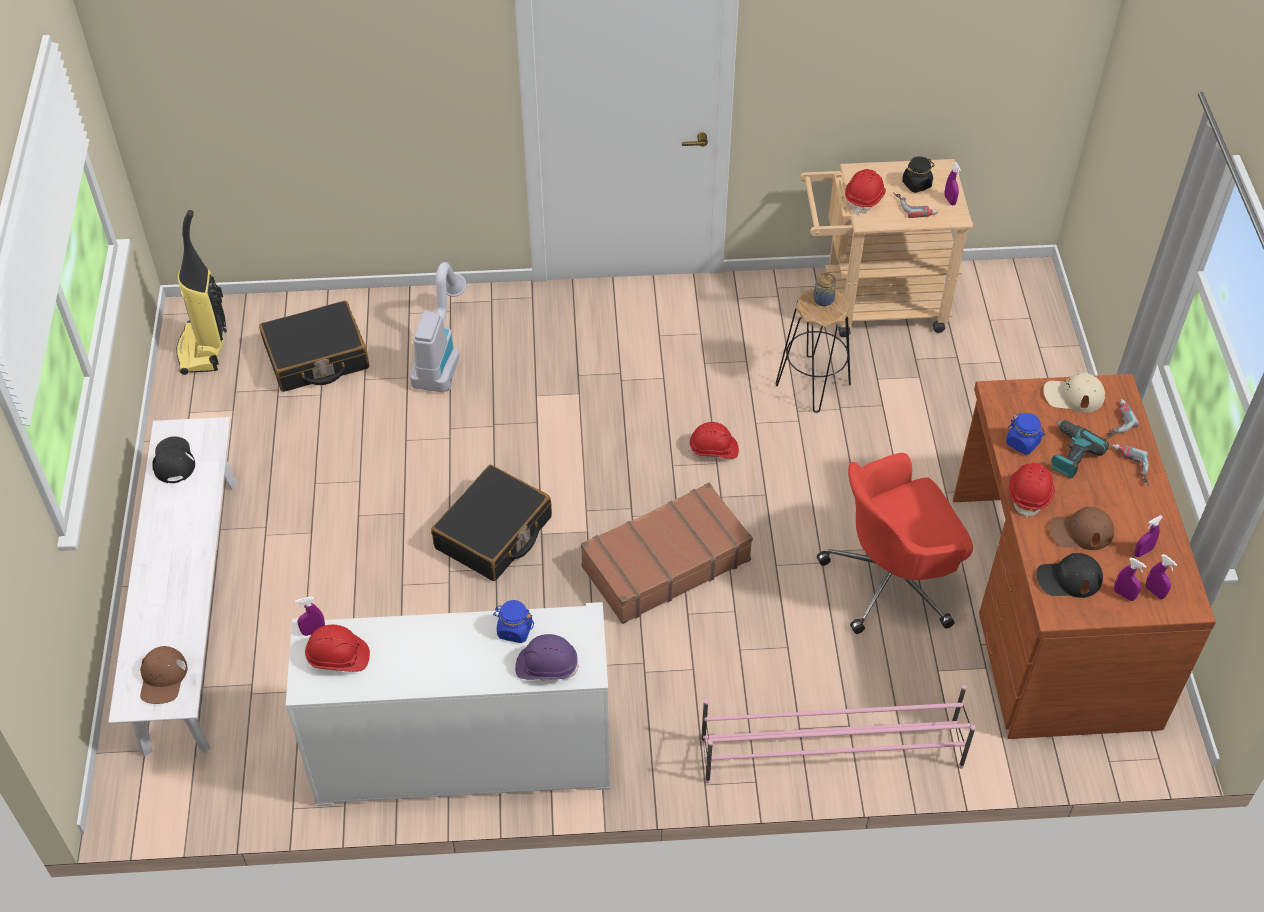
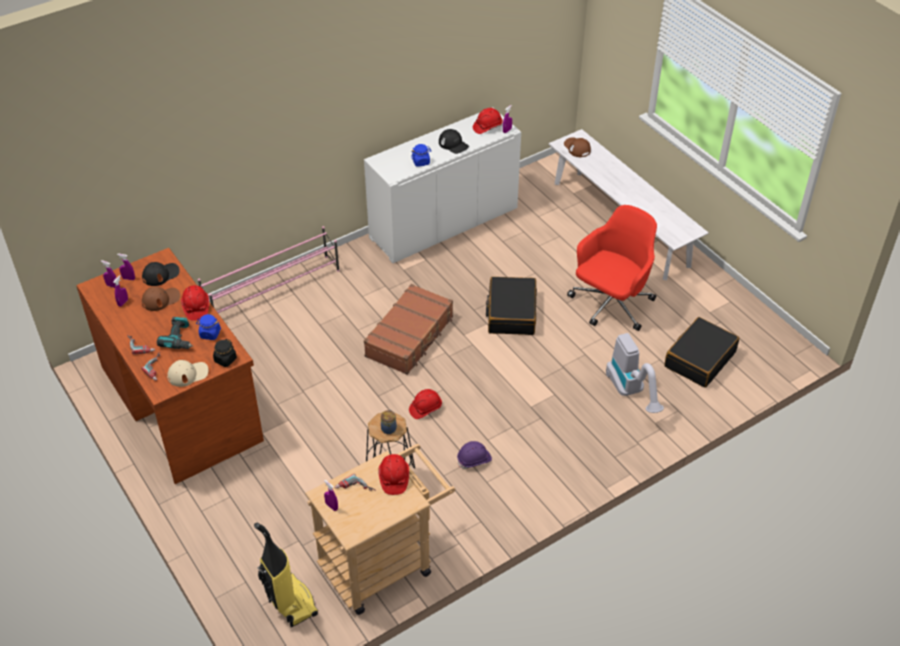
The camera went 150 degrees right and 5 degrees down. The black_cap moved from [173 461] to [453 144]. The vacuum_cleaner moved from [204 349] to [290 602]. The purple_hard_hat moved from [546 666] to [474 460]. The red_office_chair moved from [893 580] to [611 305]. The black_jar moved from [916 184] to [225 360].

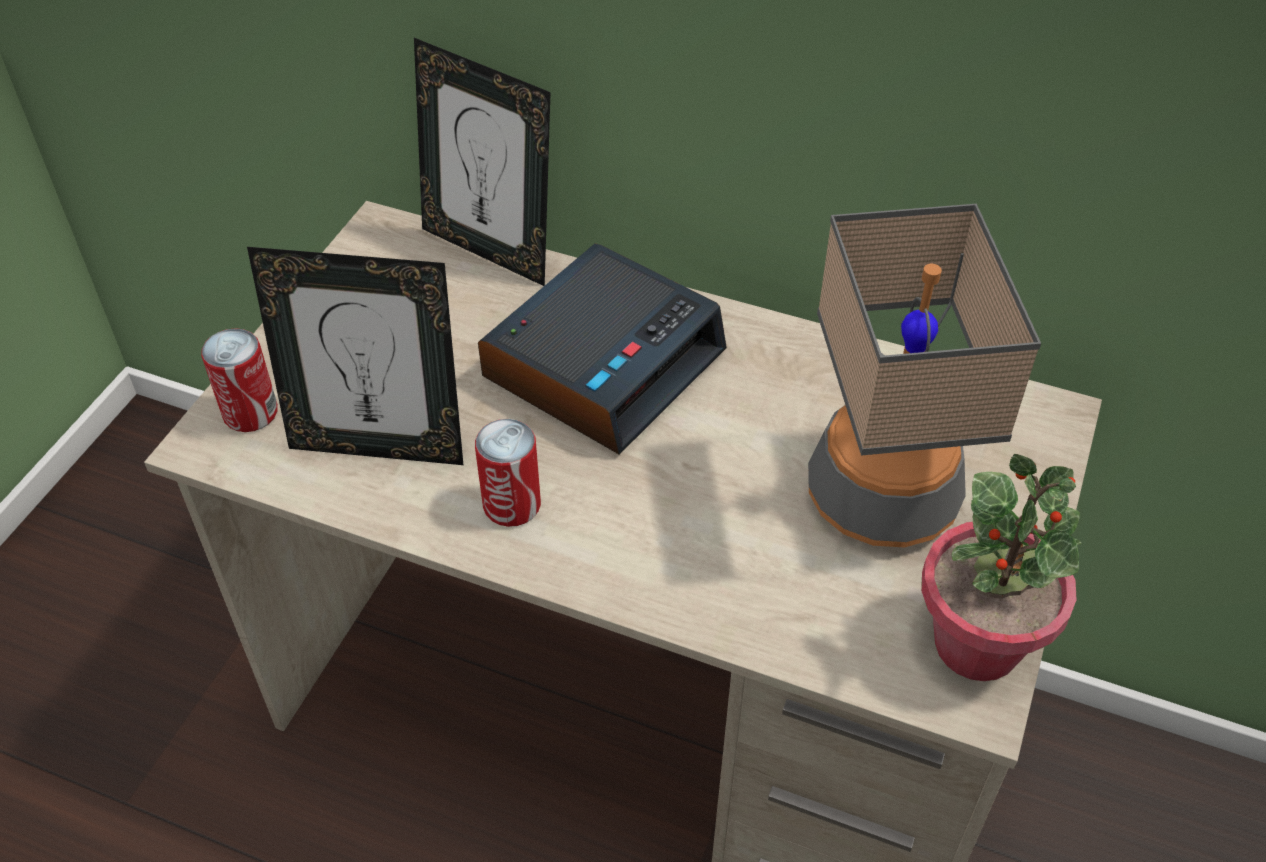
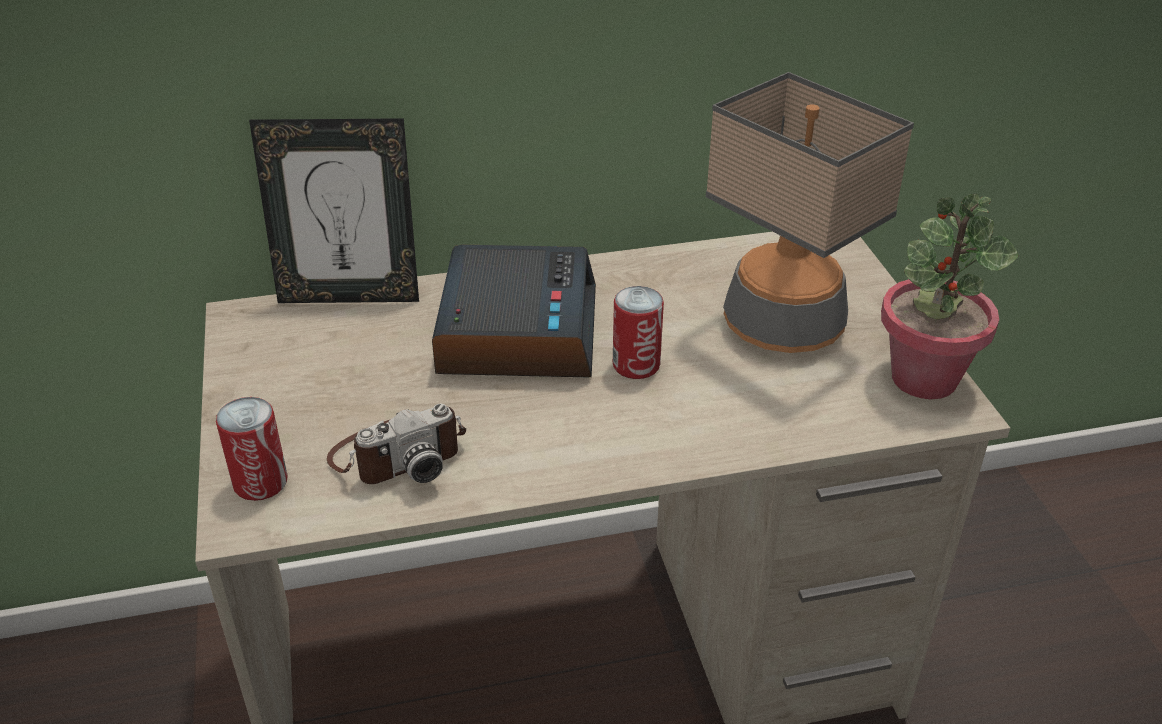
The camera went 35 degrees left and 10 degrees down. The picture_frame at [379 445] was replaced by the photo_camera at [398 454]. The can moved from [512 505] to [636 365].

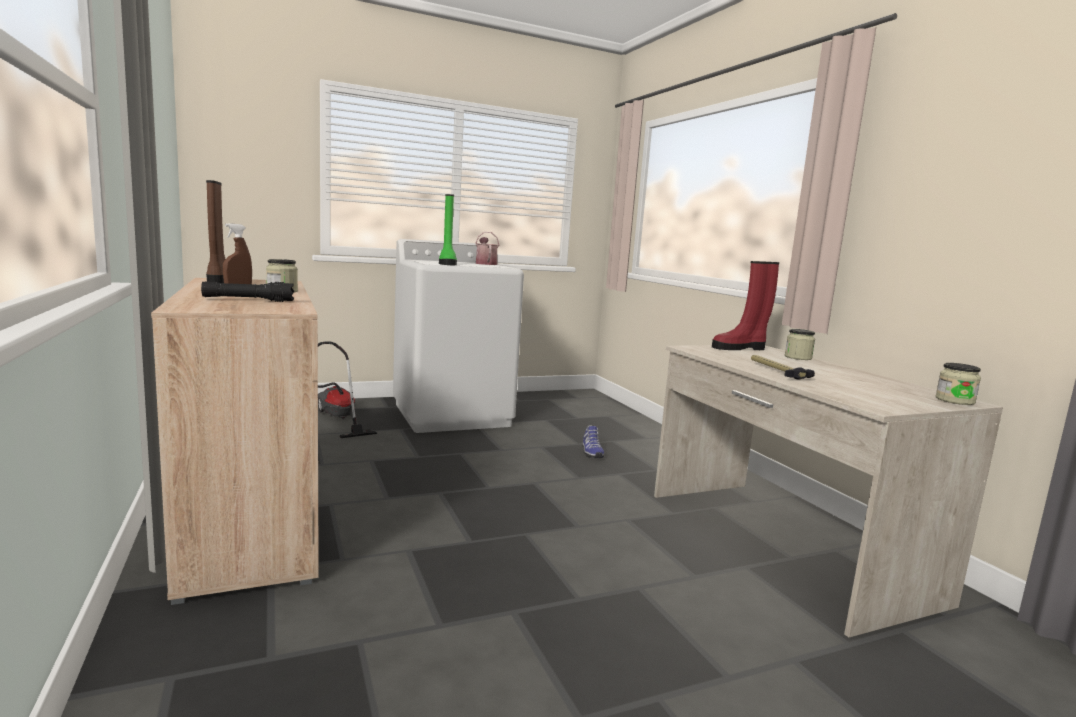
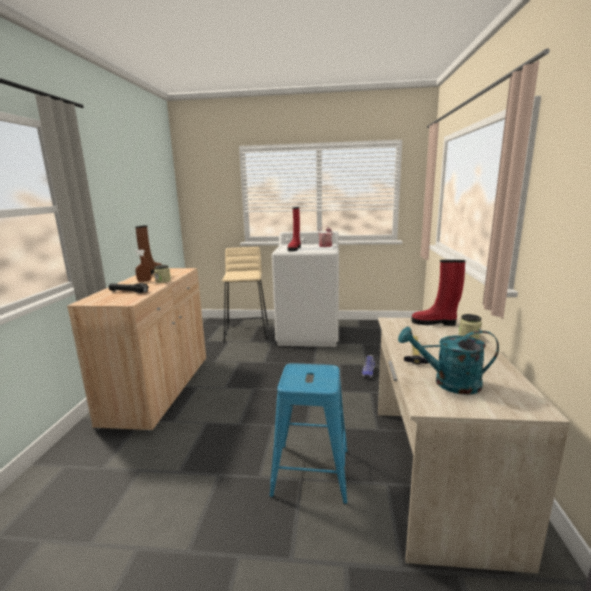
The camera went 30 degrees right and 5 degrees up. The vacuum_cleaner at [337 419] was replaced by the beige_stool at [247 332]. The green_boot at [447 263] became the red_boot at [294 249]. The jar at [955 400] disappeared. The blue_stool at [311 472] appeared. The turquoise_watering_can at [448 383] appeared.

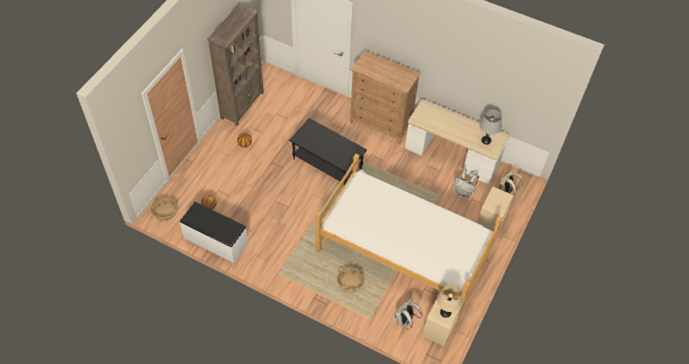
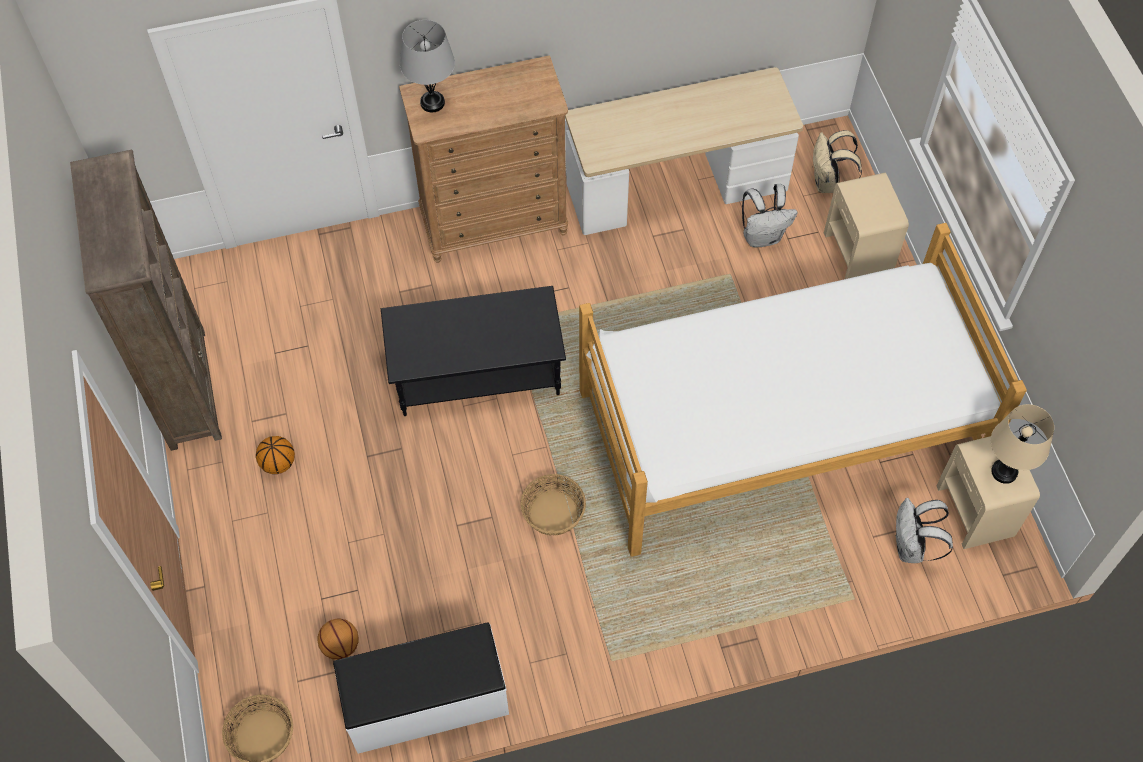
The camera went 40 degrees left and 5 degrees up. The basket moved from [350 283] to [553 512]. The grey_table_lamp moved from [486 140] to [432 103].

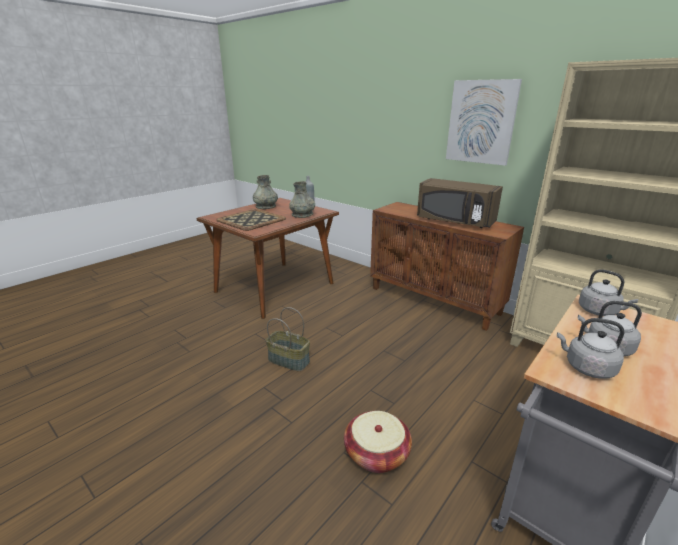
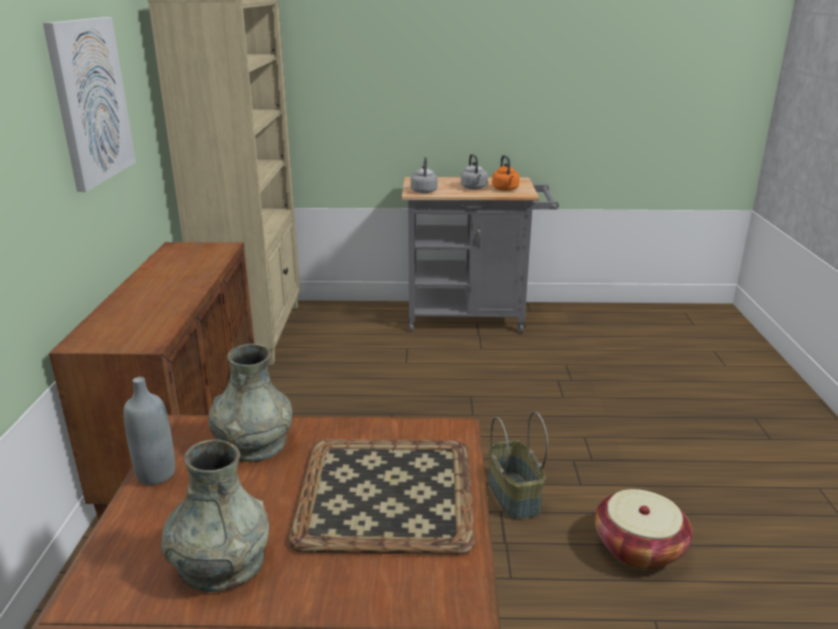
The camera went 130 degrees left and 0 degrees up. The basket moved from [376 453] to [639 548]. The brown_microwave at [454 221] disappeared. The grey_kettle at [586 368] became the orange_kettle at [505 189].

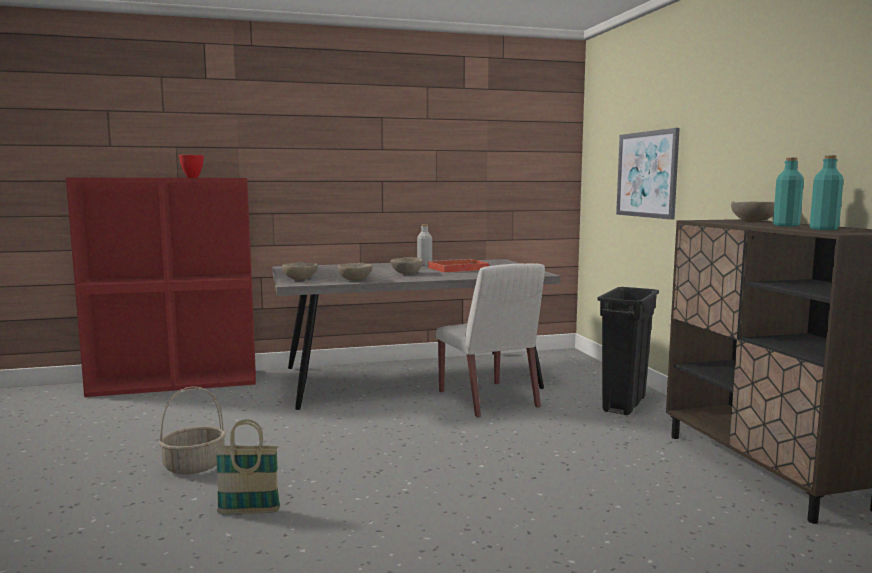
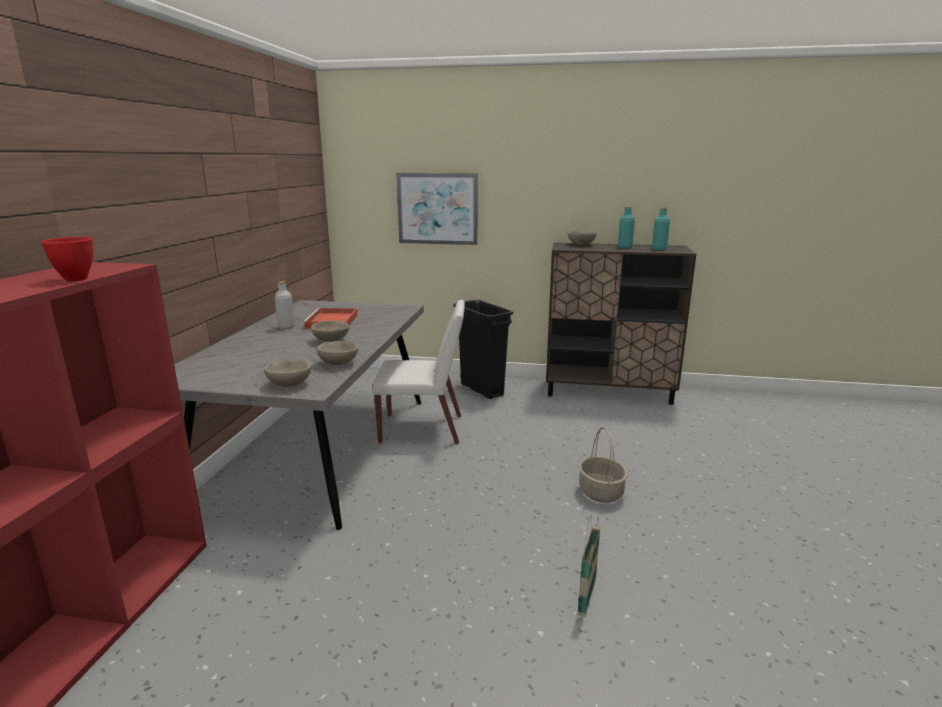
The camera went 65 degrees left and 10 degrees up. The basket moved from [195 465] to [600 492].

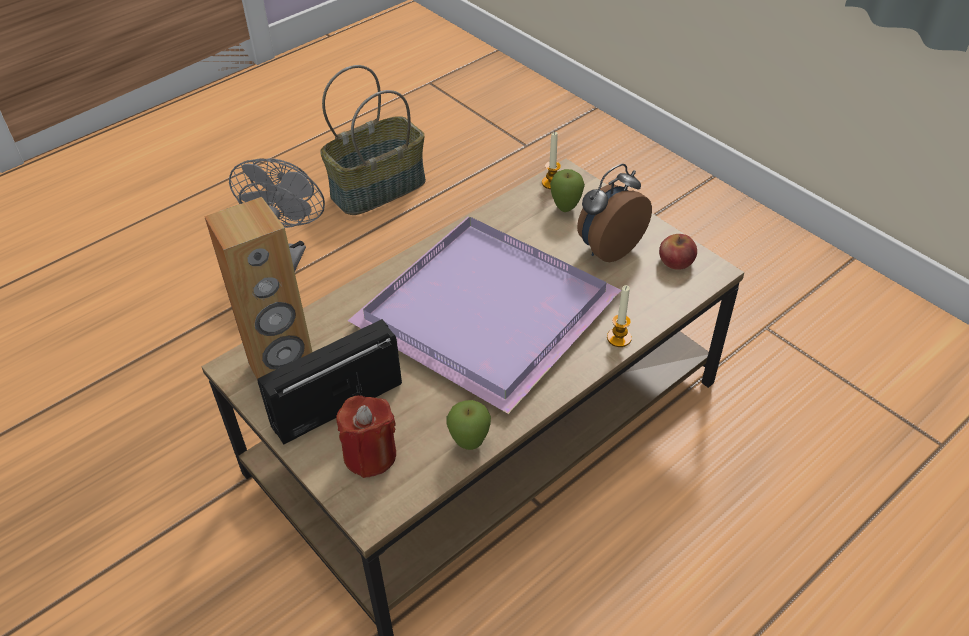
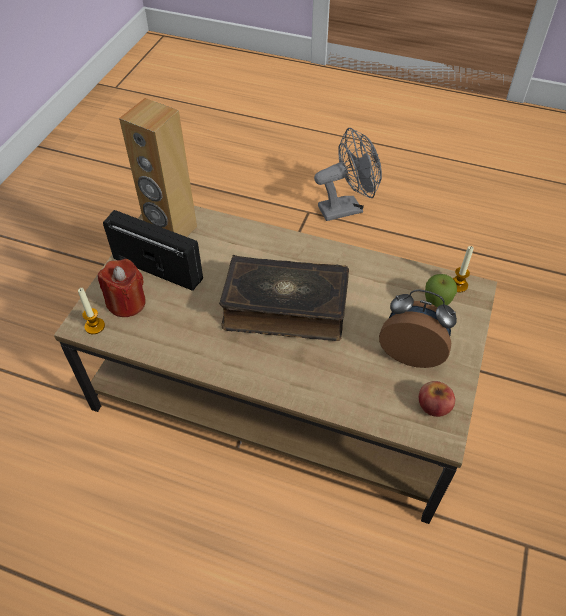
The camera went 60 degrees right and 5 degrees up. The basket at [378 187] disappeared. The purple_tray at [487 315] was replaced by the book at [285 308]. The apple at [469 444] disappeared. The candle moved from [619 338] to [94 326].

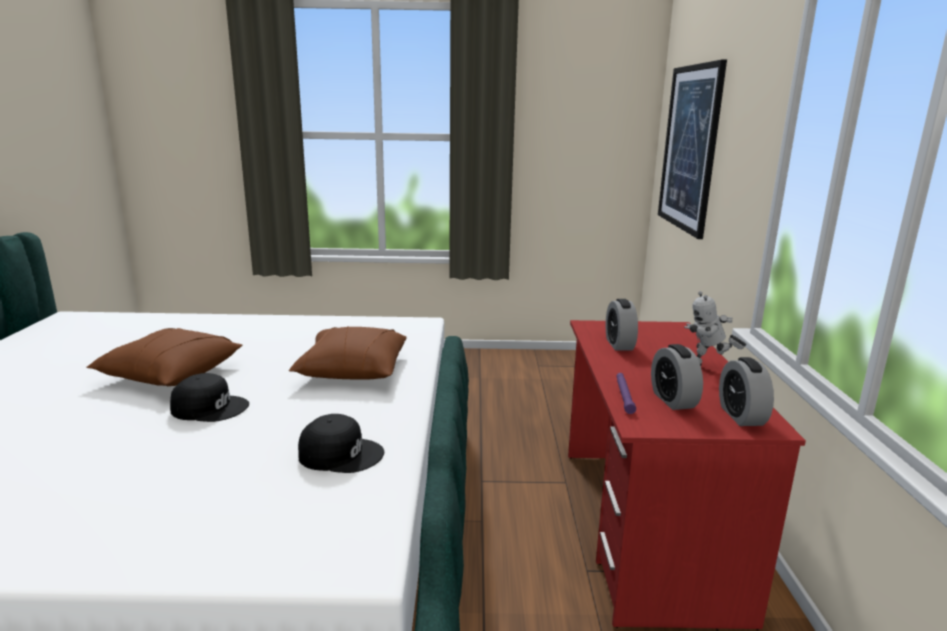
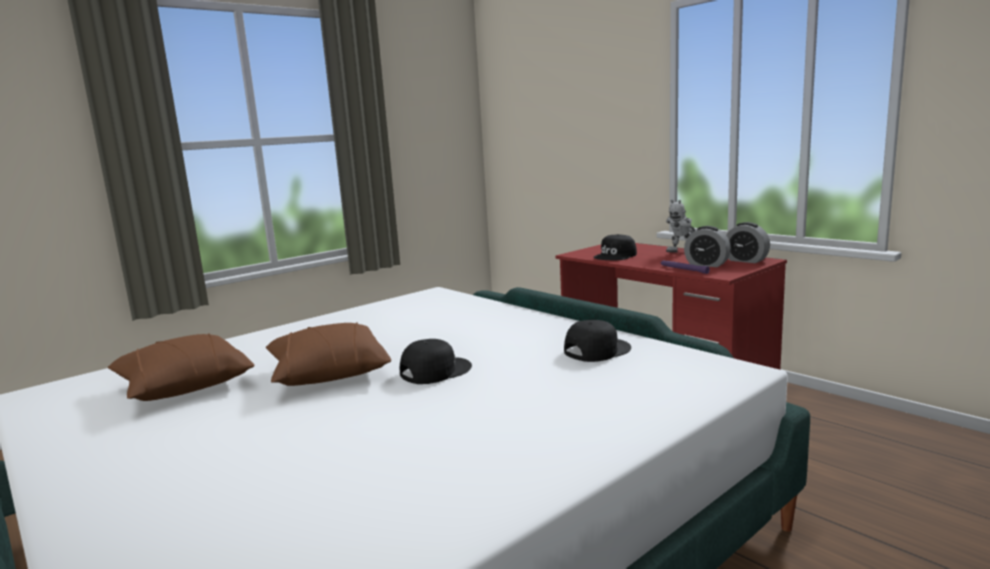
The camera went 40 degrees left and 5 degrees down. The brown_pillow moved from [352 370] to [184 386]. The alarm_clock at [619 344] was replaced by the black_cap at [615 256]. The picture at [689 148] disappeared.

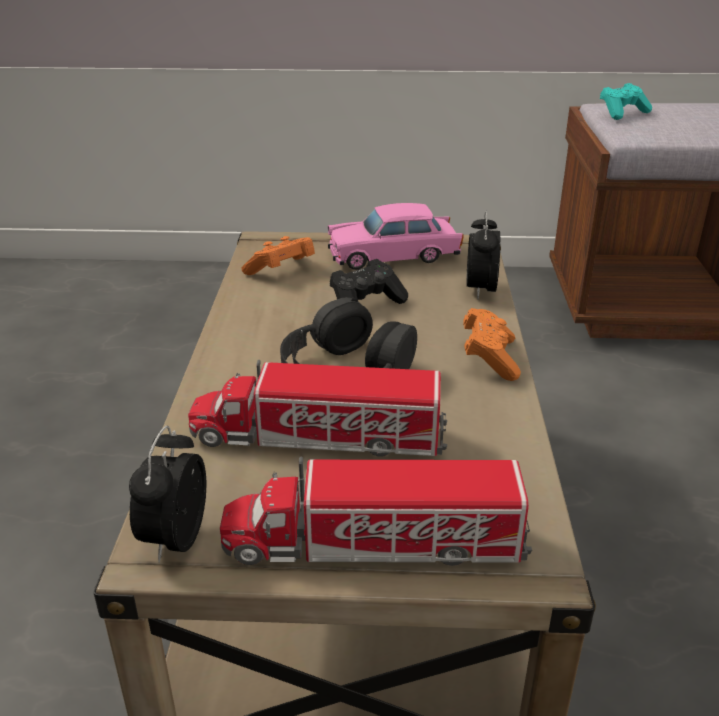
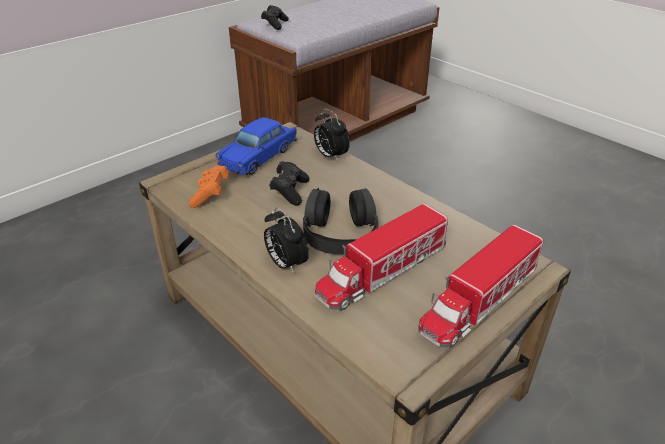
The camera went 45 degrees left and 5 degrees up. The alarm_clock moved from [175 538] to [286 264]. The pink_toy_car at [393 256] became the blue_toy_car at [259 156]. The orange_game_controller at [489 358] disappeared. The turquoise_game_controller at [622 113] became the black_game_controller at [275 24].

